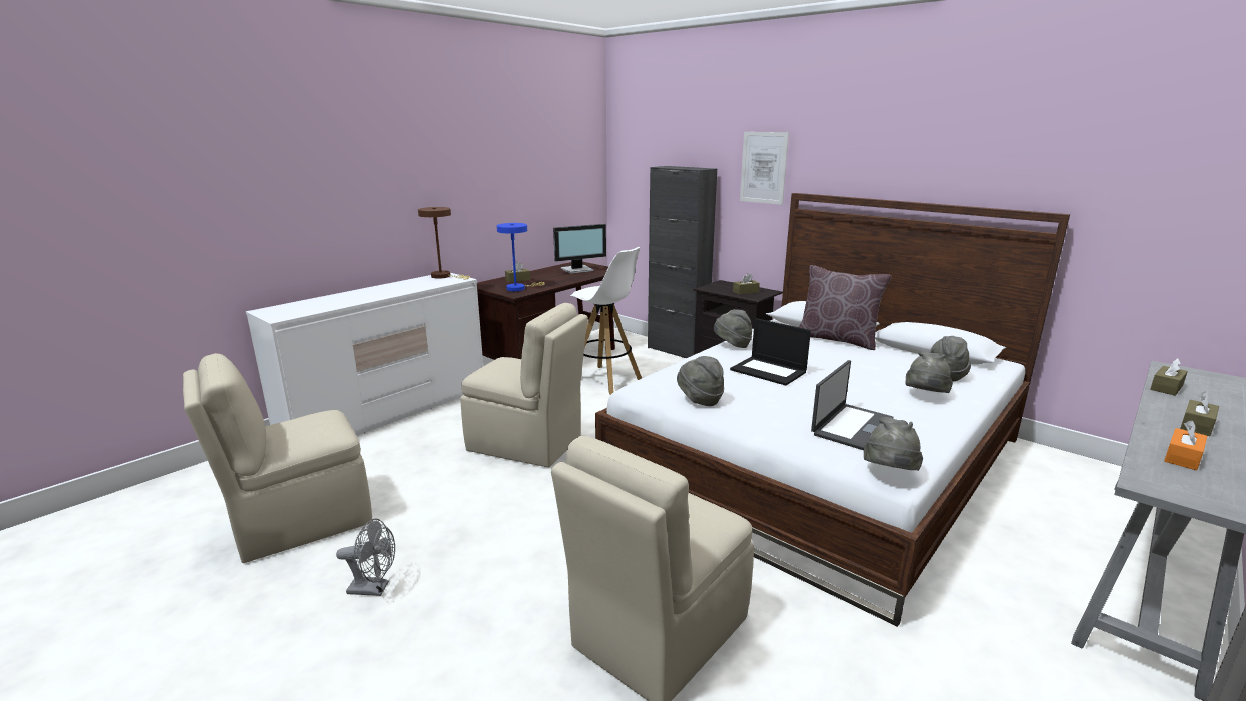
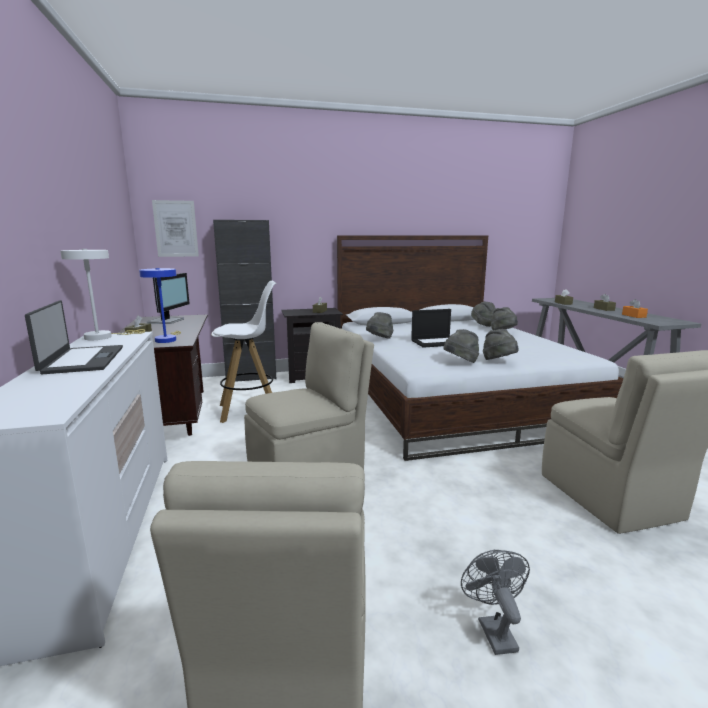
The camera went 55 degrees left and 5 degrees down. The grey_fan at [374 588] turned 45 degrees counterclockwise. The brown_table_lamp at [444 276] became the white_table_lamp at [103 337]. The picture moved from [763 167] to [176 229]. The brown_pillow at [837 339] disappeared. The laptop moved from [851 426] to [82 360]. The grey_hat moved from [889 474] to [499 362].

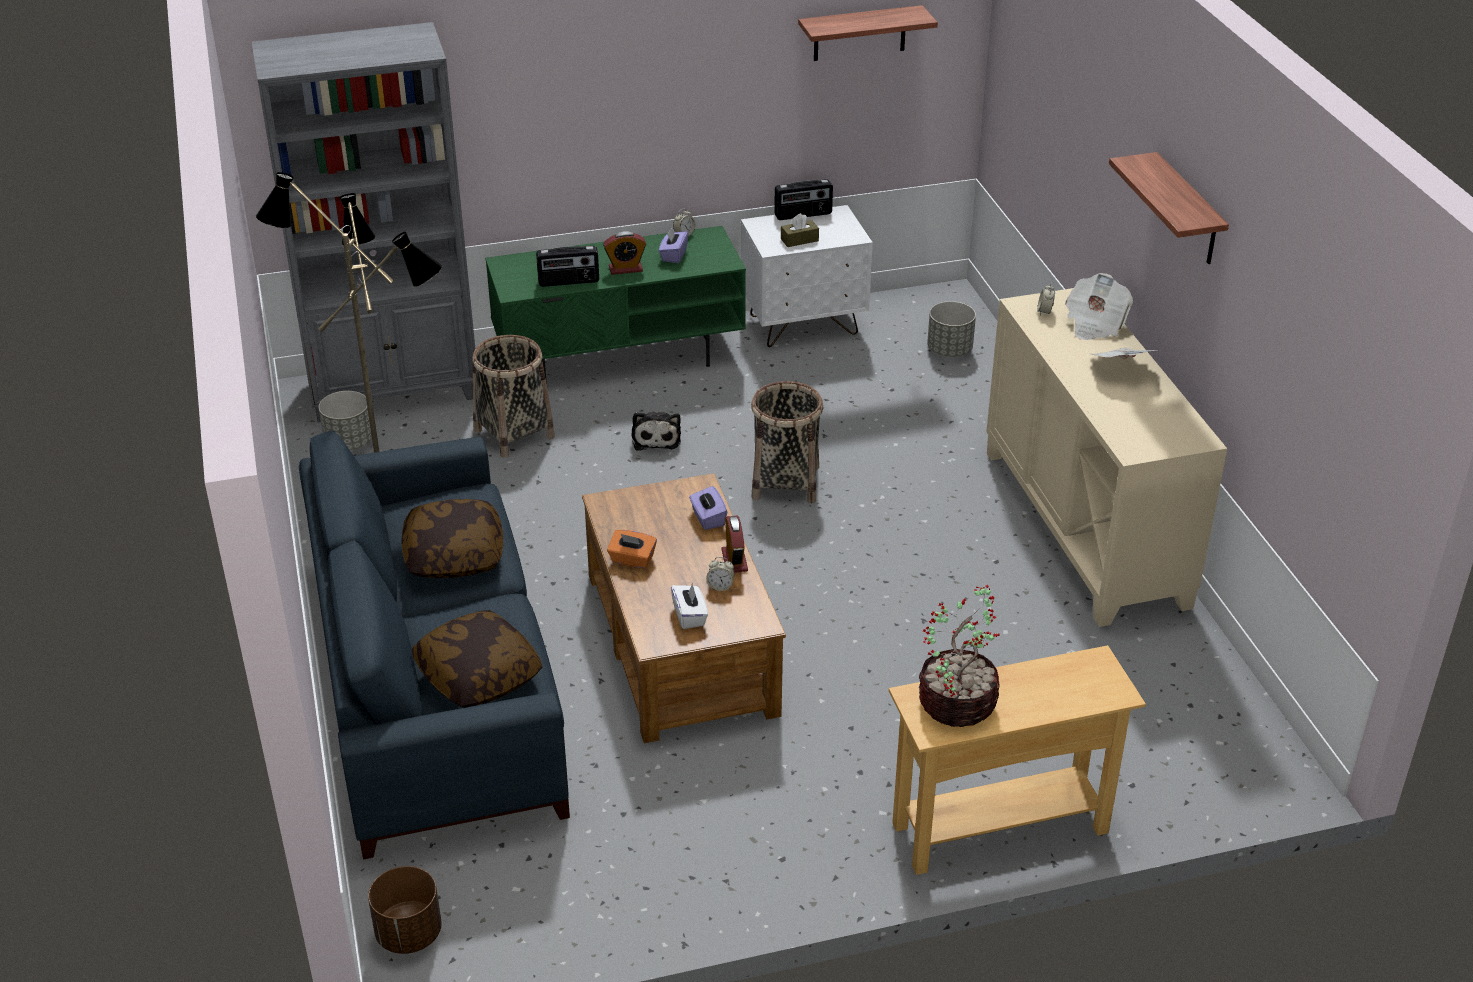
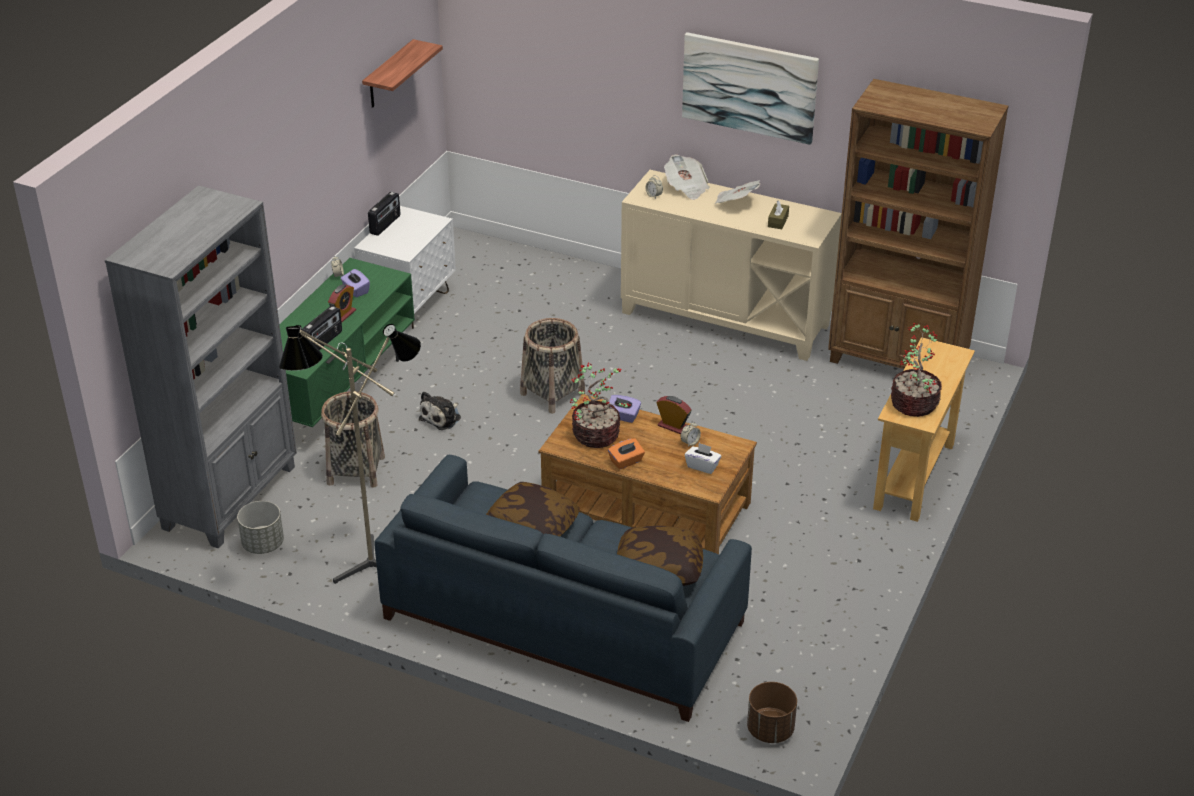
The camera went 50 degrees left and 0 degrees up. The plush_toy at [656 438] turned 90 degrees clockwise. The brown_tissue_box moved from [799 240] to [778 221]. The grey_planter at [950 350] disappeared. The shelf at [1188 211] was replaced by the picture at [749 87]. The potted_plant at [597 435] appeared. The brown_bookcase at [898 361] appeared.

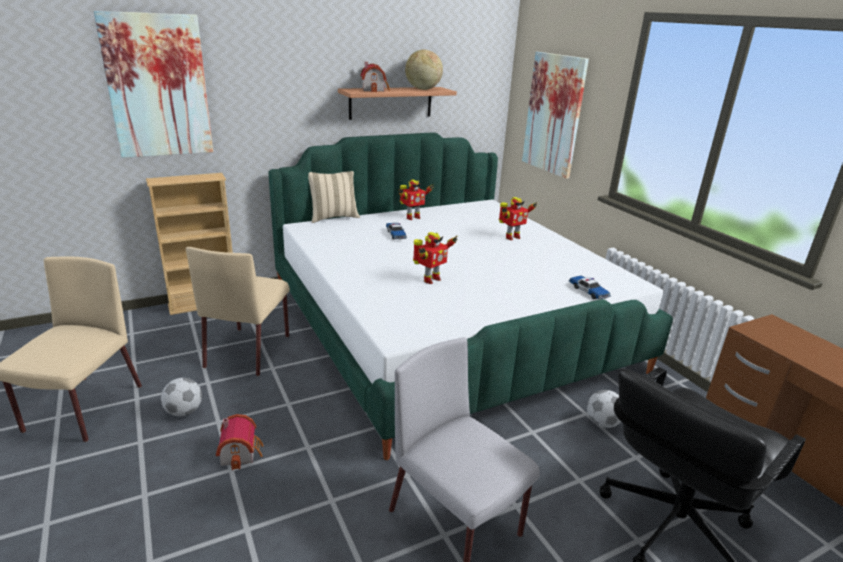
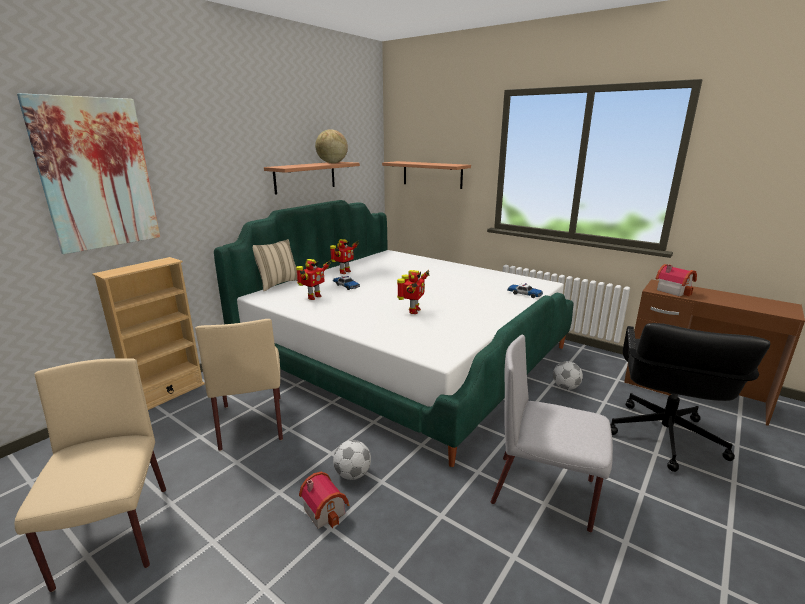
The camera went 25 degrees left and 5 degrees down. The football moved from [184 411] to [353 474]. The toy_house moved from [374 89] to [673 290]. The toy_robot moved from [511 237] to [313 297]. The picture at [553 114] was replaced by the shelf at [432 174].

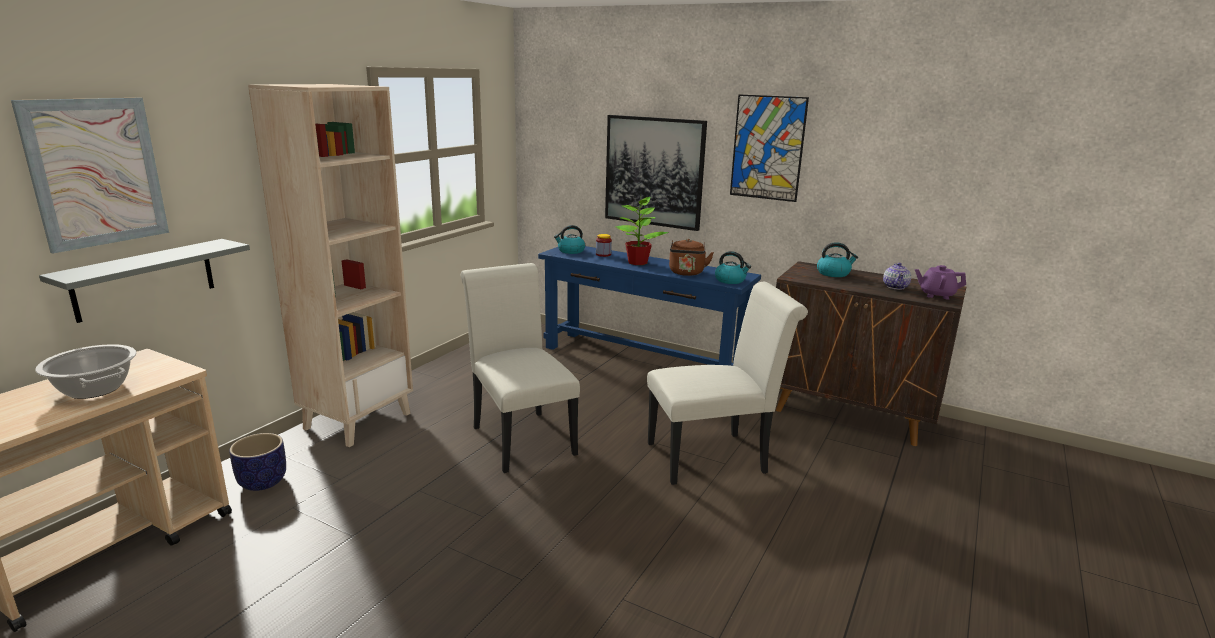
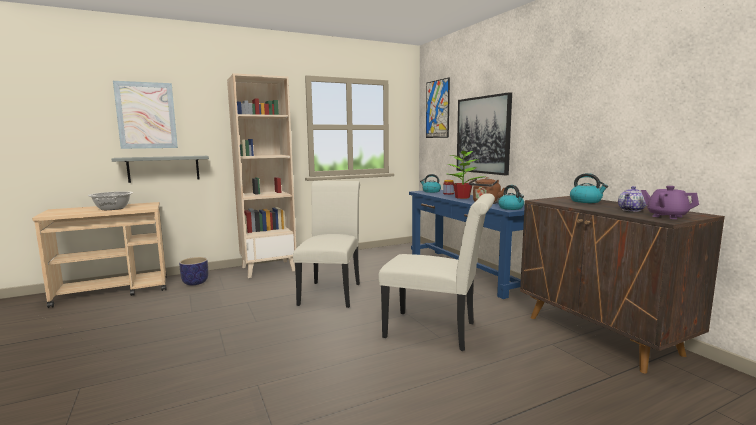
The camera went 35 degrees right and 10 degrees down. The picture moved from [767 148] to [437 109].

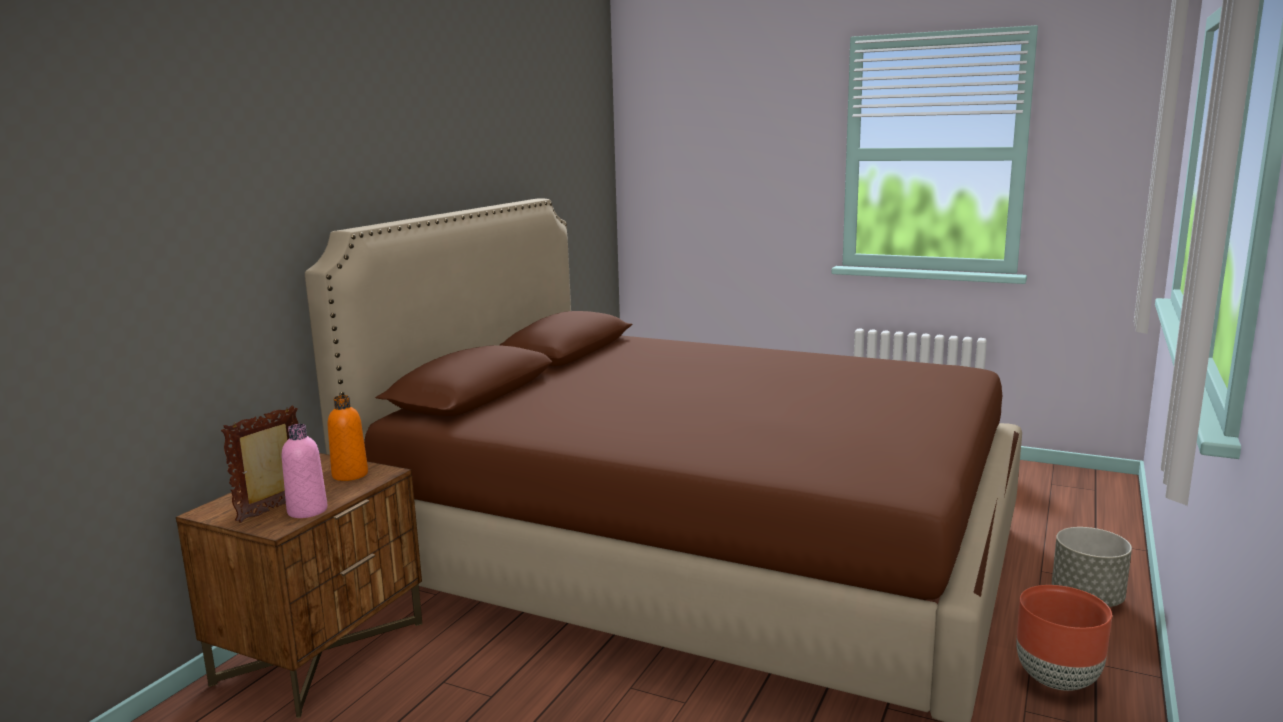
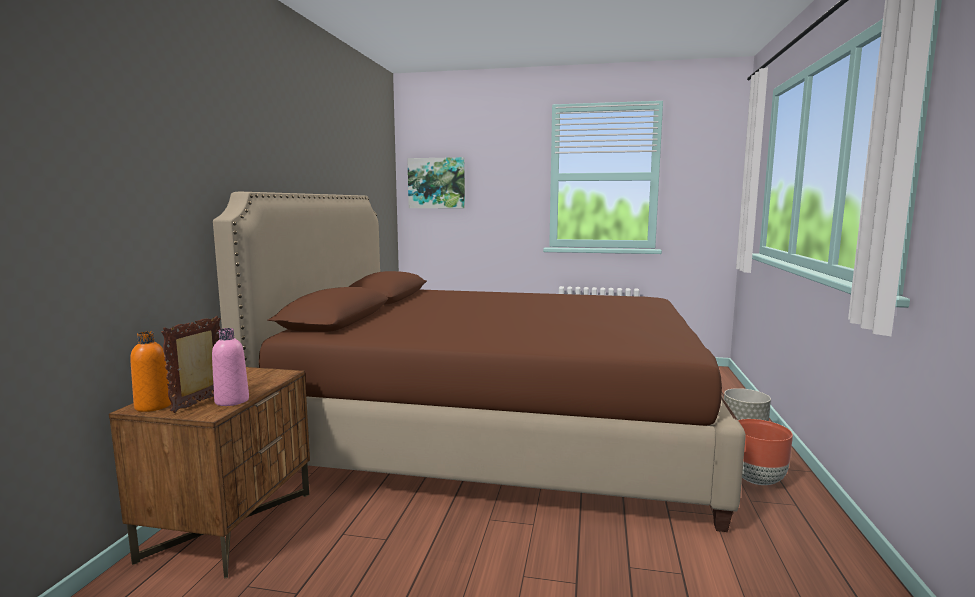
The camera went 15 degrees left and 5 degrees down. The orange_bottle moved from [350 474] to [153 406]. The picture at [436 183] appeared.

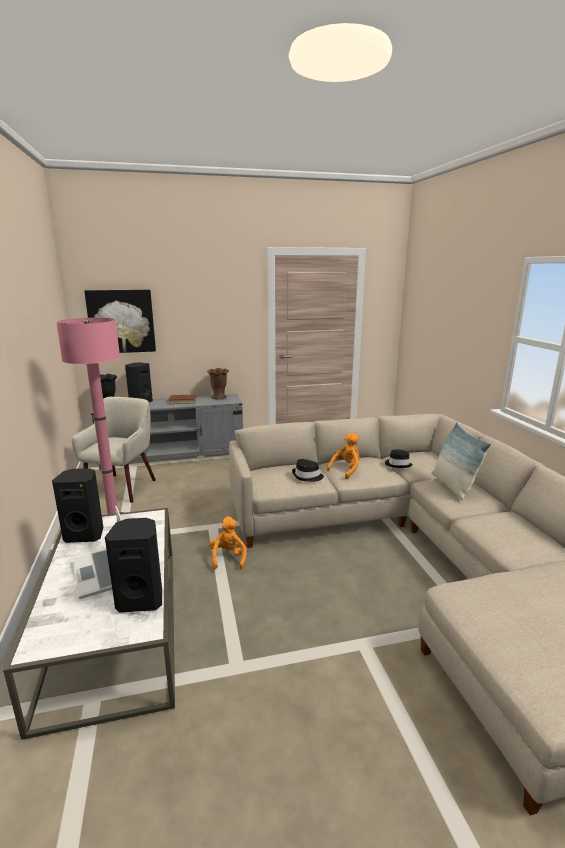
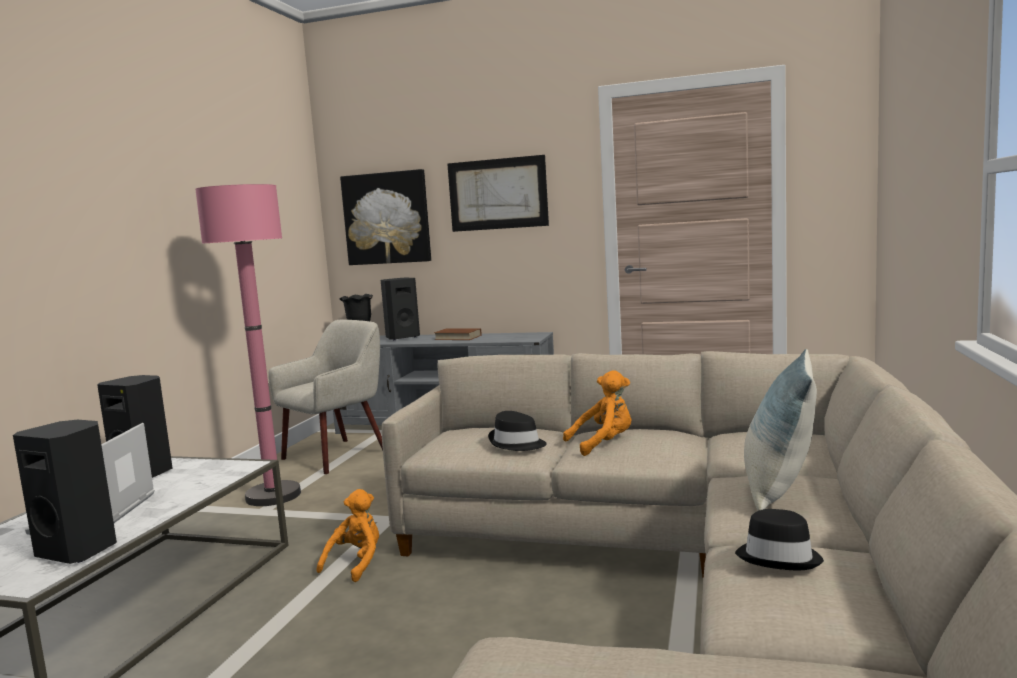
The camera went 30 degrees right and 10 degrees down. The brown_vase at [219 397] disappeared. The black_hat moved from [398 464] to [779 557]. The picture at [497 194] appeared.

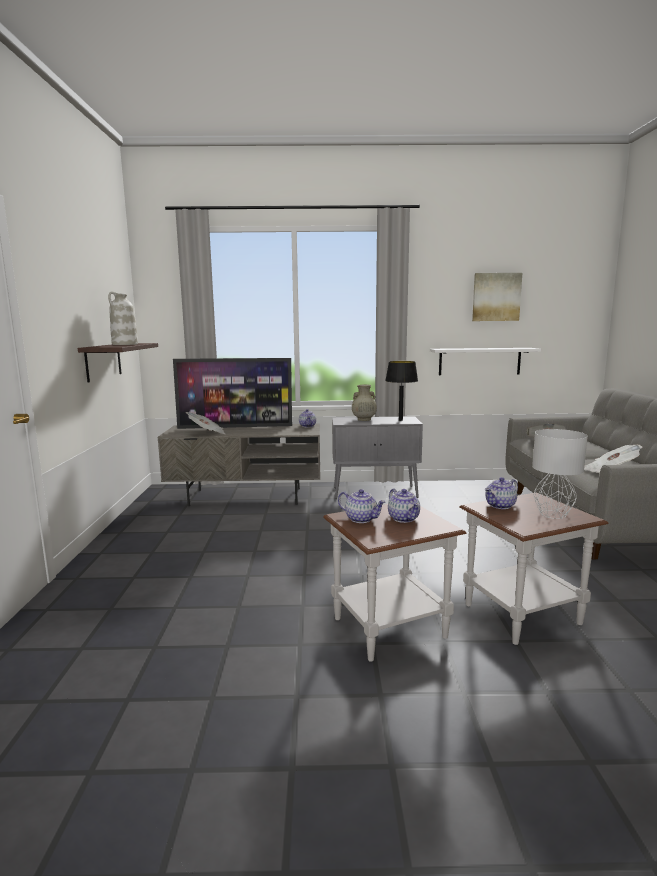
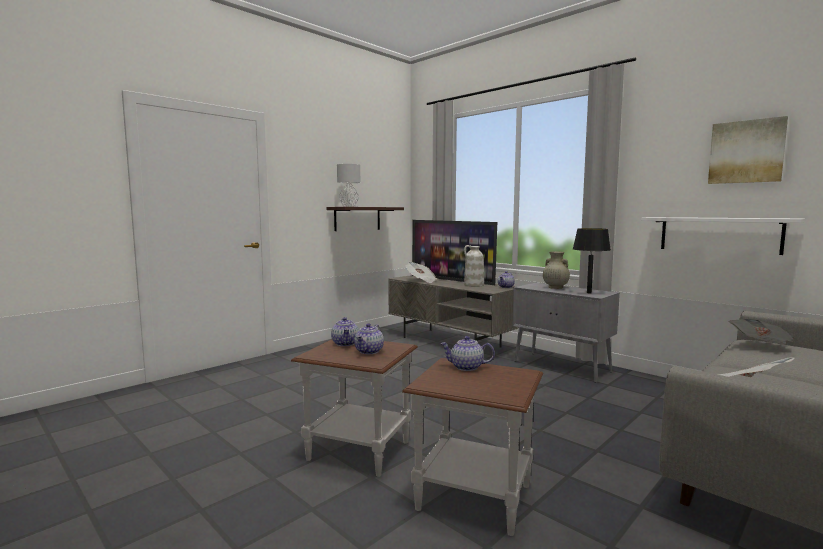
The camera went 45 degrees right and 5 degrees down. The white_vase moved from [125 344] to [473 285]. The grey_table_lamp moved from [552 514] to [348 206].

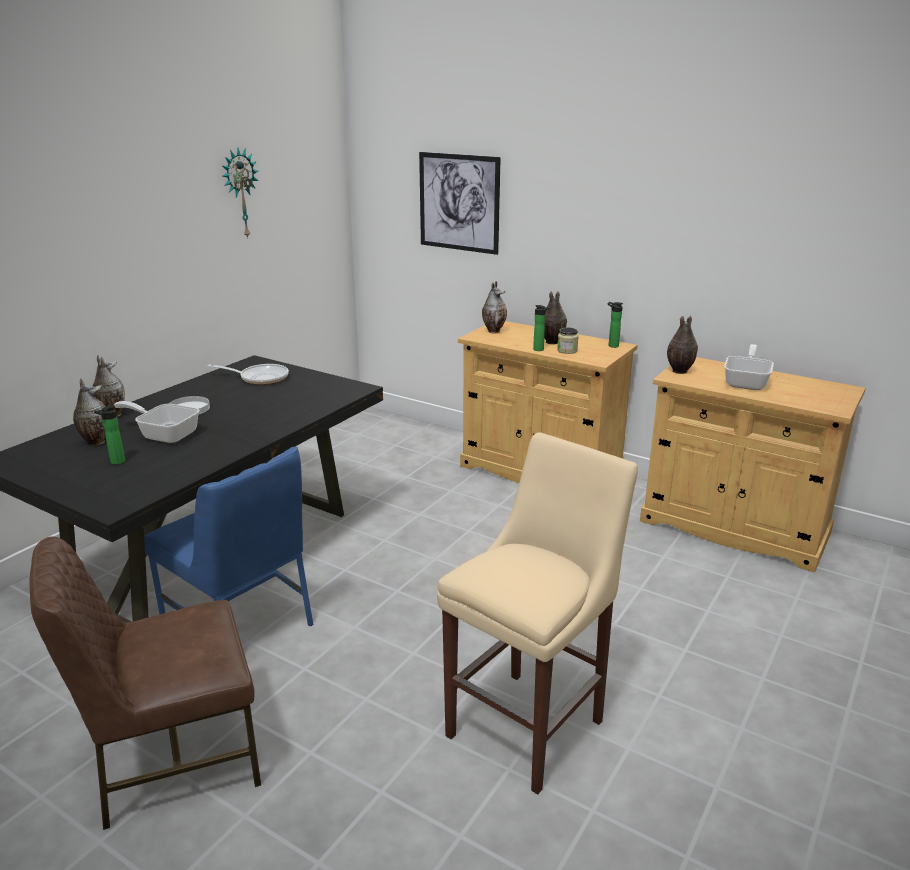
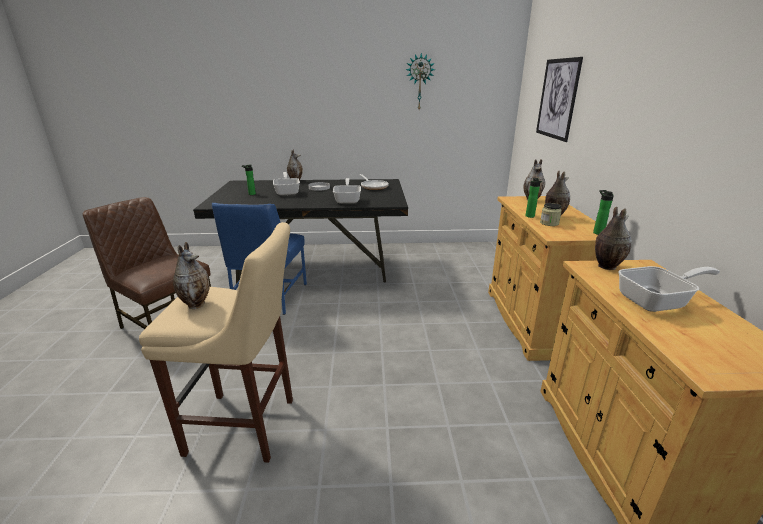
The camera went 55 degrees right and 0 degrees up. The vase moved from [95 441] to [196 304]. The frying_pan at [348 200] appeared.

